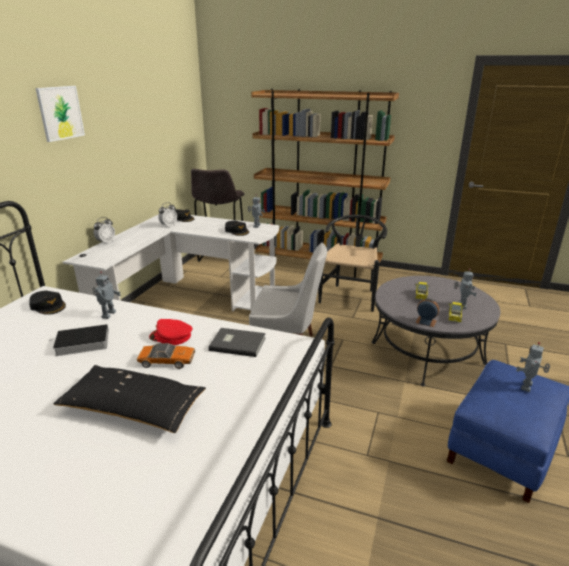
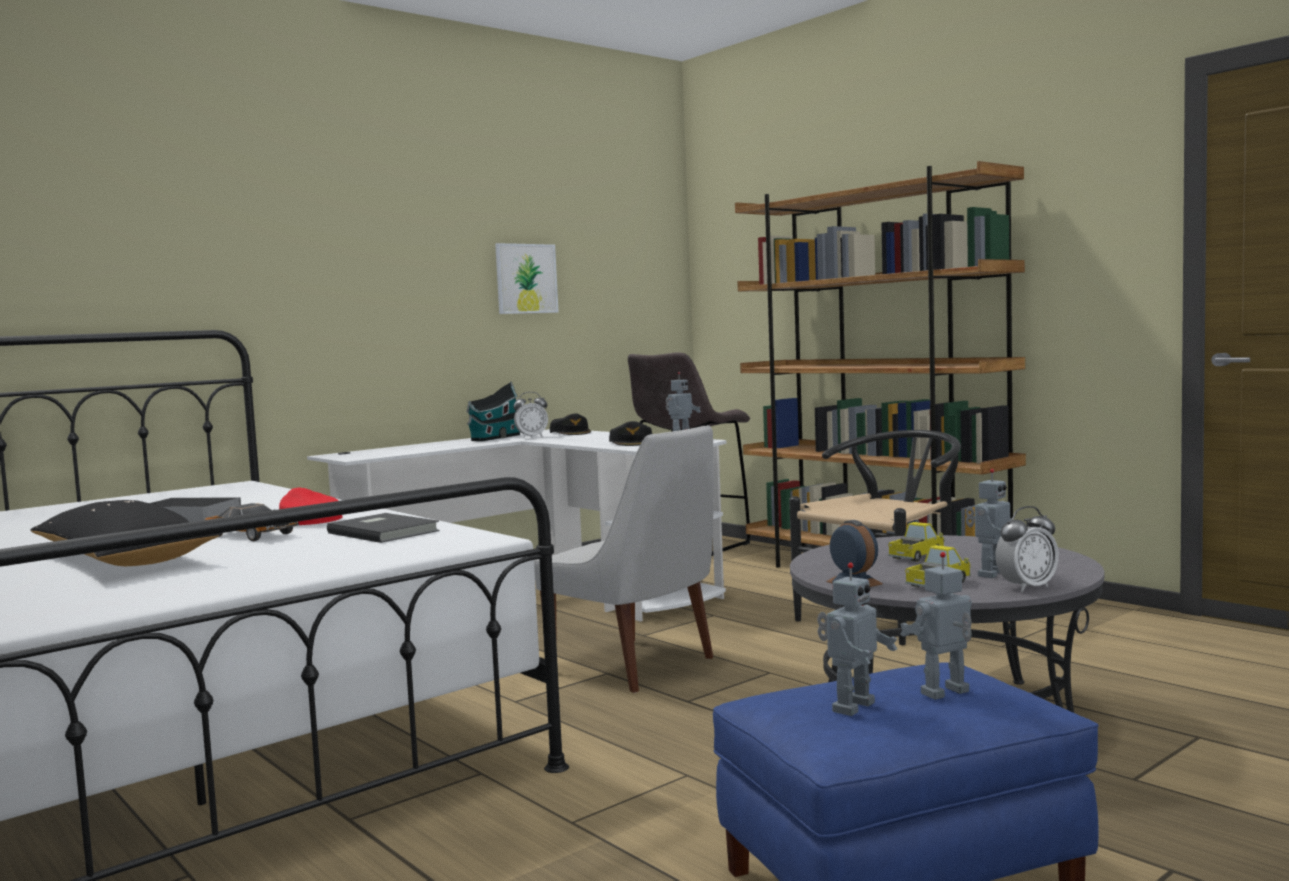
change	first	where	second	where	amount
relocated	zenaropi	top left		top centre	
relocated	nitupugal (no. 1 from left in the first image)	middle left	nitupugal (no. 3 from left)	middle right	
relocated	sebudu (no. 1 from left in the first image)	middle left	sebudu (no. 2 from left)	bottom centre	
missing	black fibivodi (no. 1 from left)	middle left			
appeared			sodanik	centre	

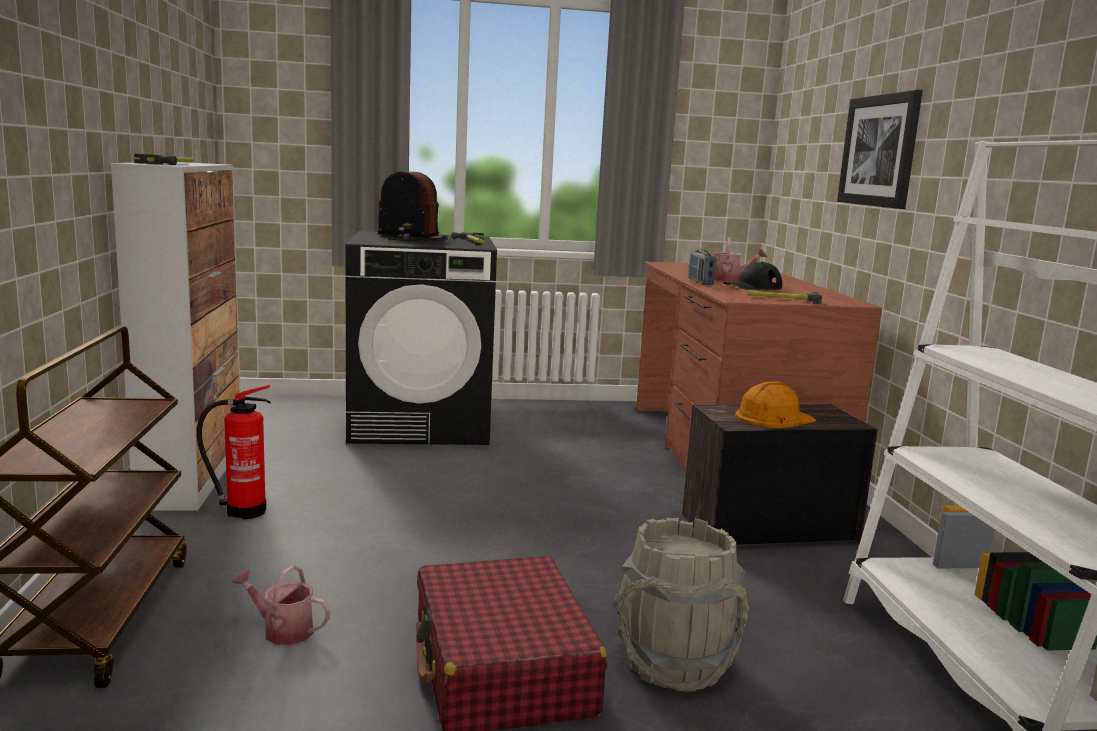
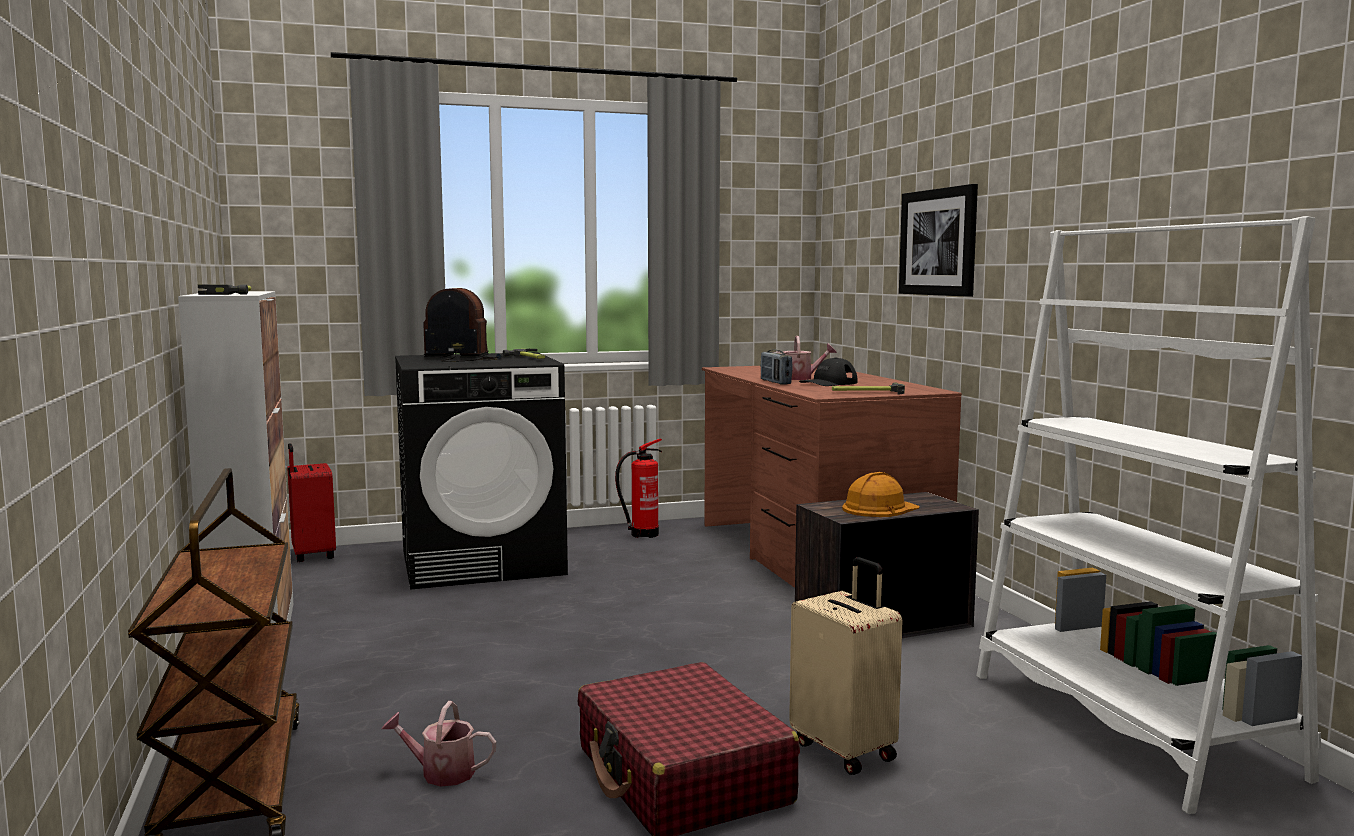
change	first	where	second	where	amount
relocated	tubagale	middle left		centre	
exchanged	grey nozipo	bottom centre	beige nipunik	bottom centre	
appeared			red nipunik (no. 1 from left)	middle left	

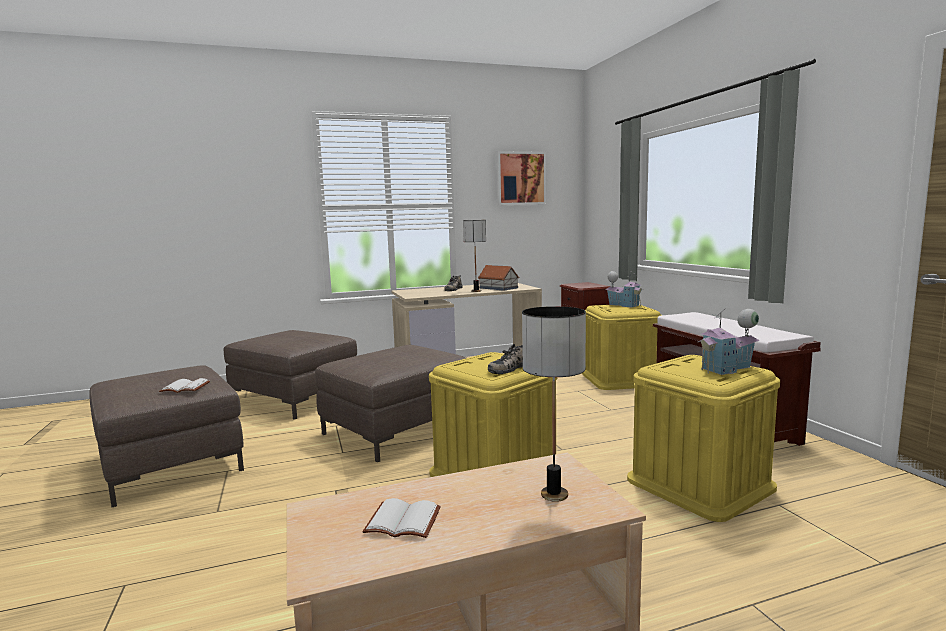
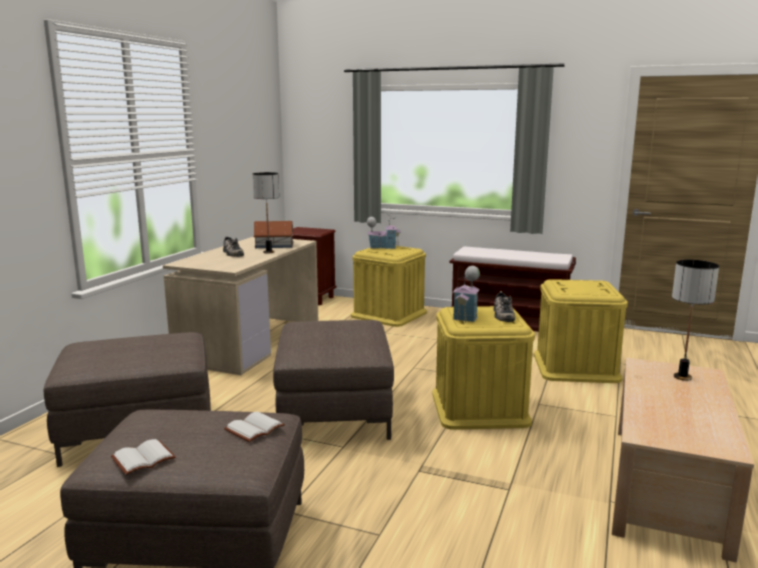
change	first	where	second	where	amount
missing	zenaropi	top centre			
relocated	sodanik (no. 3 from left)	middle right		centre	
relocated	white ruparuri (no. 2 from left in the first image)	bottom centre	white ruparuri (no. 1 from left)	bottom left	

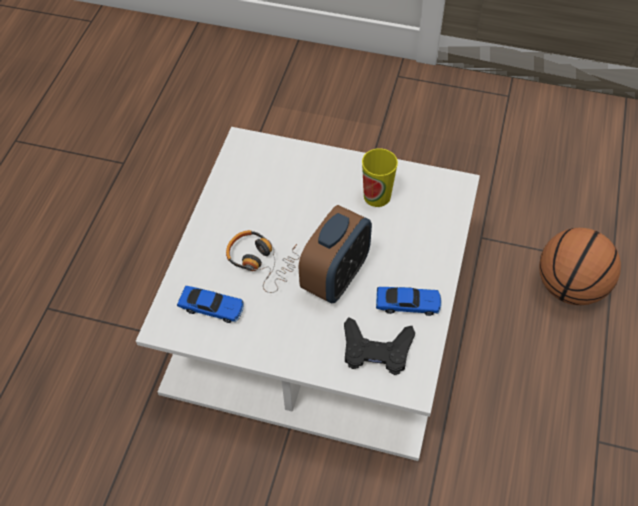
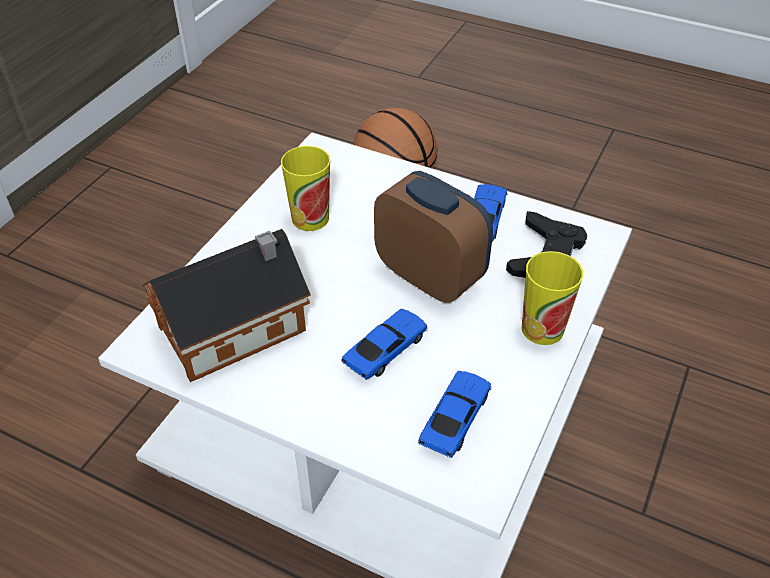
change	first	where	second	where	amount
exchanged	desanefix	centre	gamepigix (no. 1 from left)	centre	
appeared			sodanik	middle left	
appeared			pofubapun (no. 2 from left)	middle right	

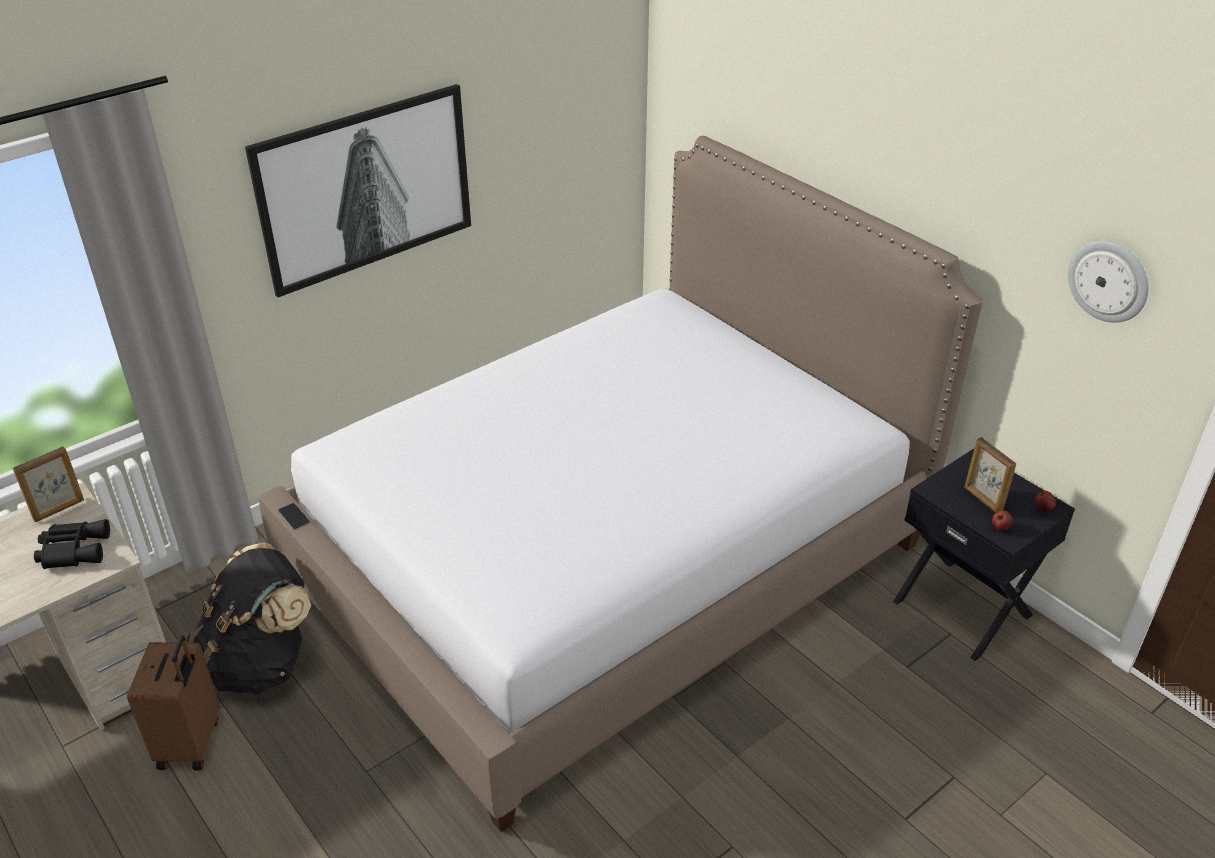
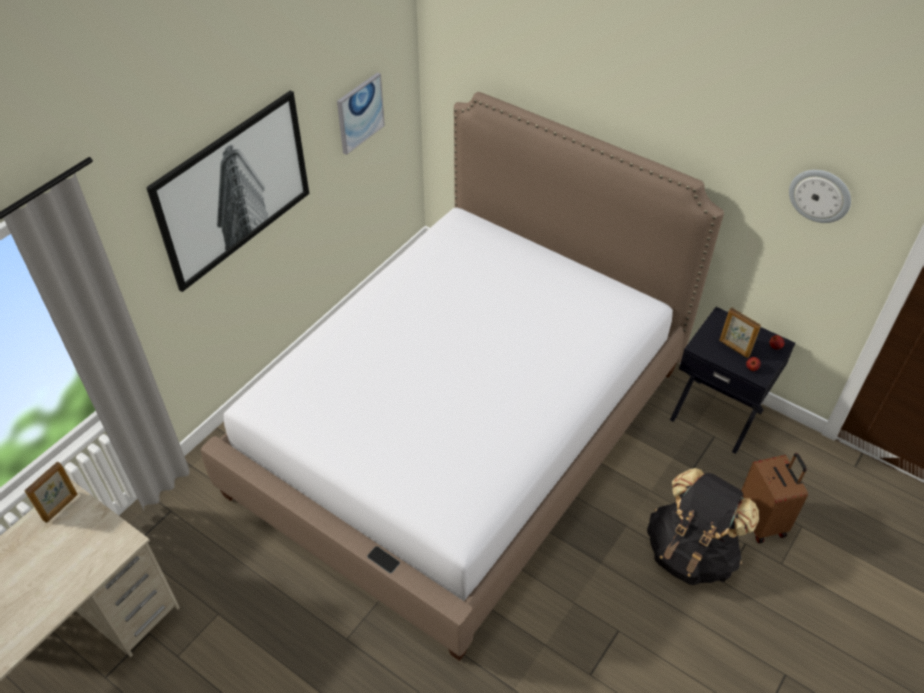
change	first	where	second	where	amount
relocated	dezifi	middle left		bottom centre	
missing	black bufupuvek	middle left			
relocated	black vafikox	bottom left		bottom right	
relocated	brown nipunik	bottom left		bottom right	
appeared			zenaropi (no. 2 from left)	top centre	

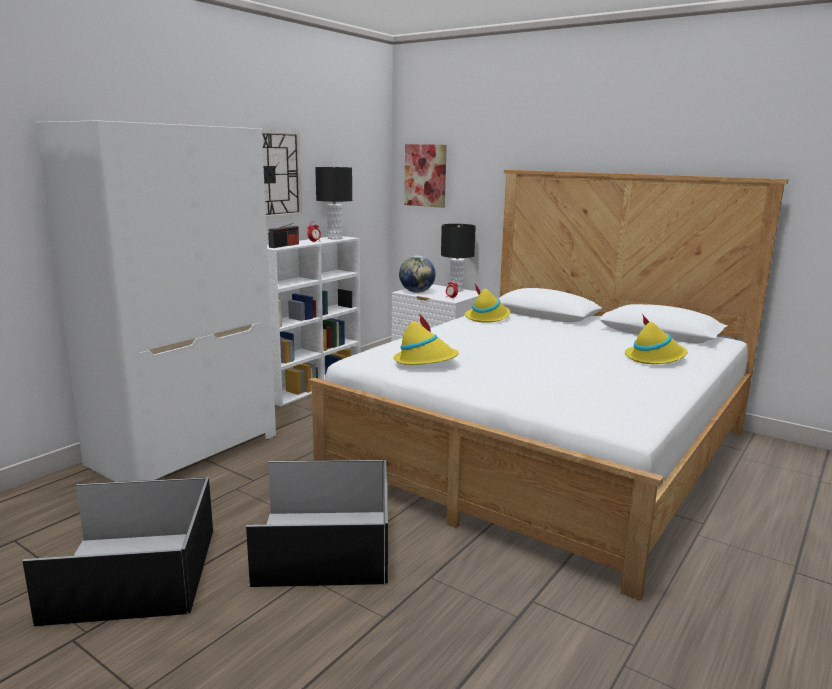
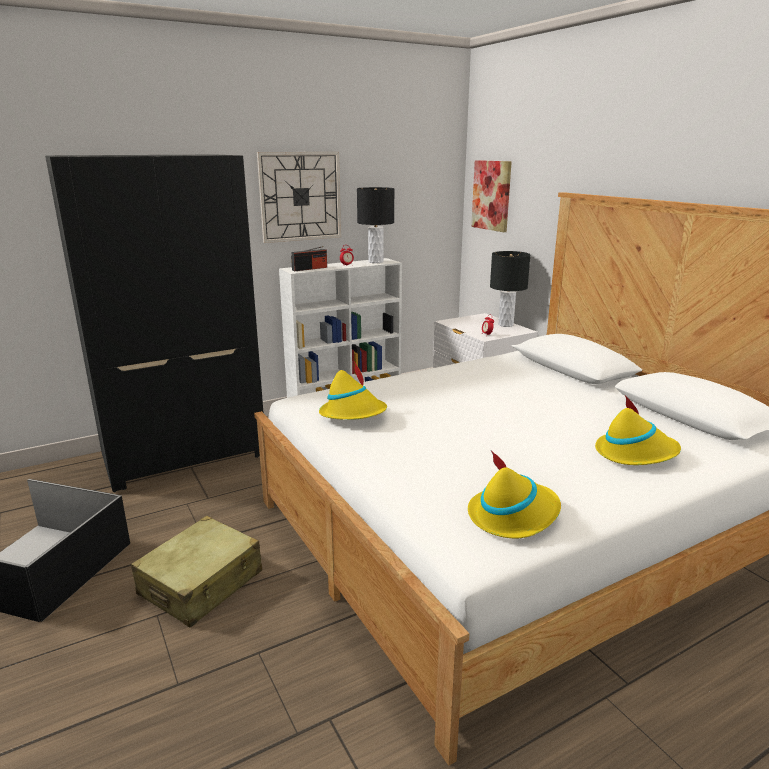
change	first	where	second	where	amount
colour	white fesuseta	middle left	black fesuseta	middle left	
missing	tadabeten	centre			
relocated	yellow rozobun (no. 2 from left)	centre		middle right	
exchanged	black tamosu (no. 2 from left)	bottom centre	beige nipunik	bottom left	

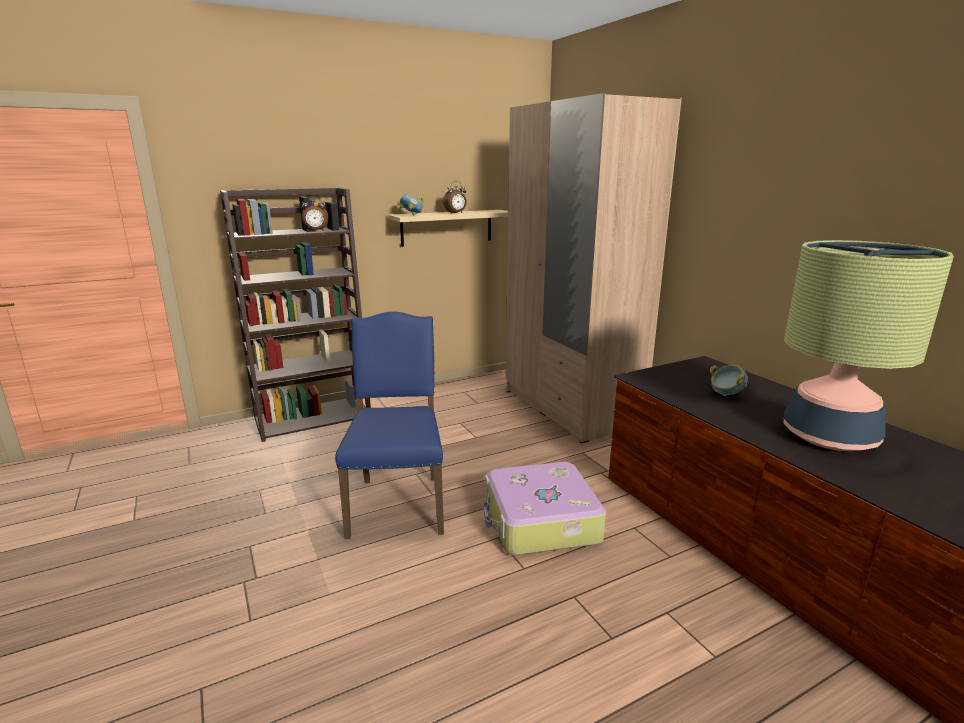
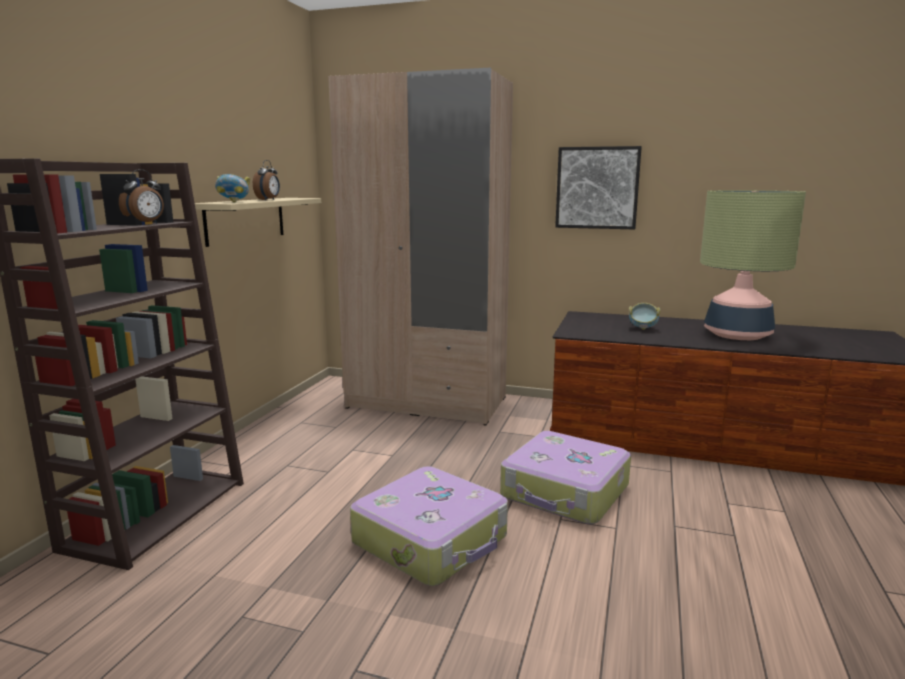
change	first	where	second	where	amount
exchanged	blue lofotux	centre	nipunik (no. 1 from left)	bottom centre	
appeared			zenaropi	top centre	

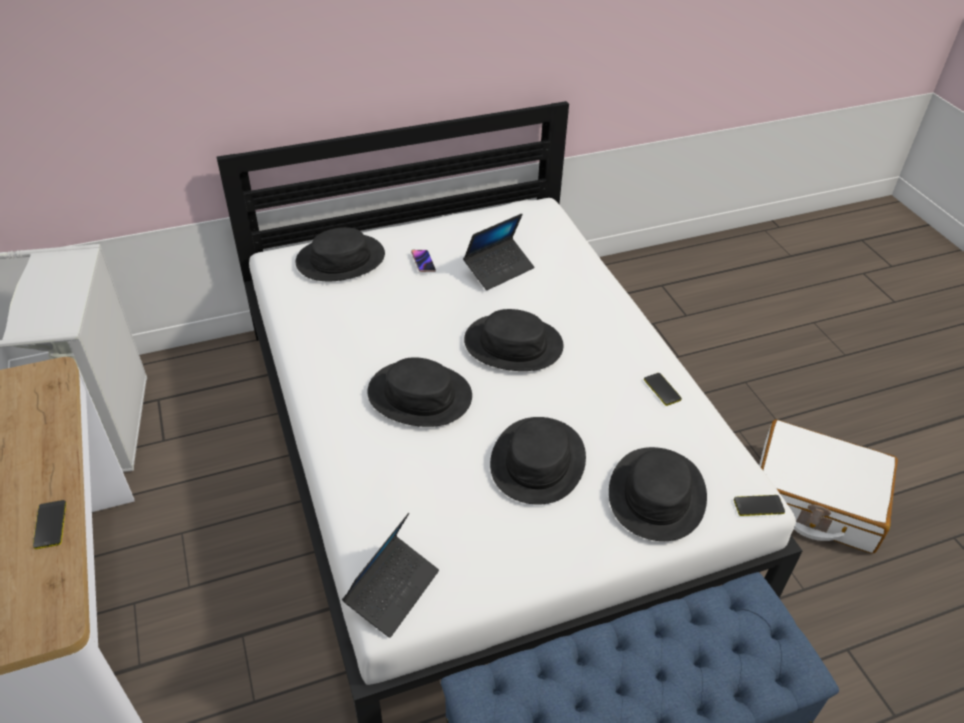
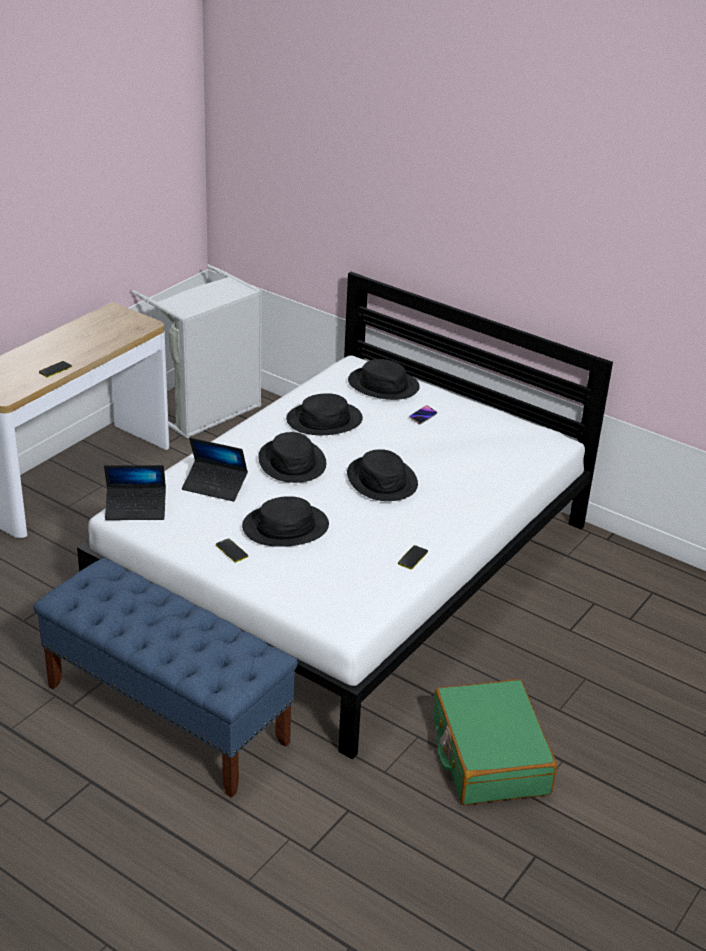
change	first	where	second	where	amount
relocated	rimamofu (no. 2 from left)	centre		middle left	
colour	white nipunik	bottom right	green nipunik	bottom right	
relocated	black rozobun (no. 5 from left in the first image)	bottom right	black rozobun (no. 3 from left)	centre	
relocated	dezifi (no. 4 from left in the first image)	bottom right	dezifi (no. 2 from left)	middle left	

